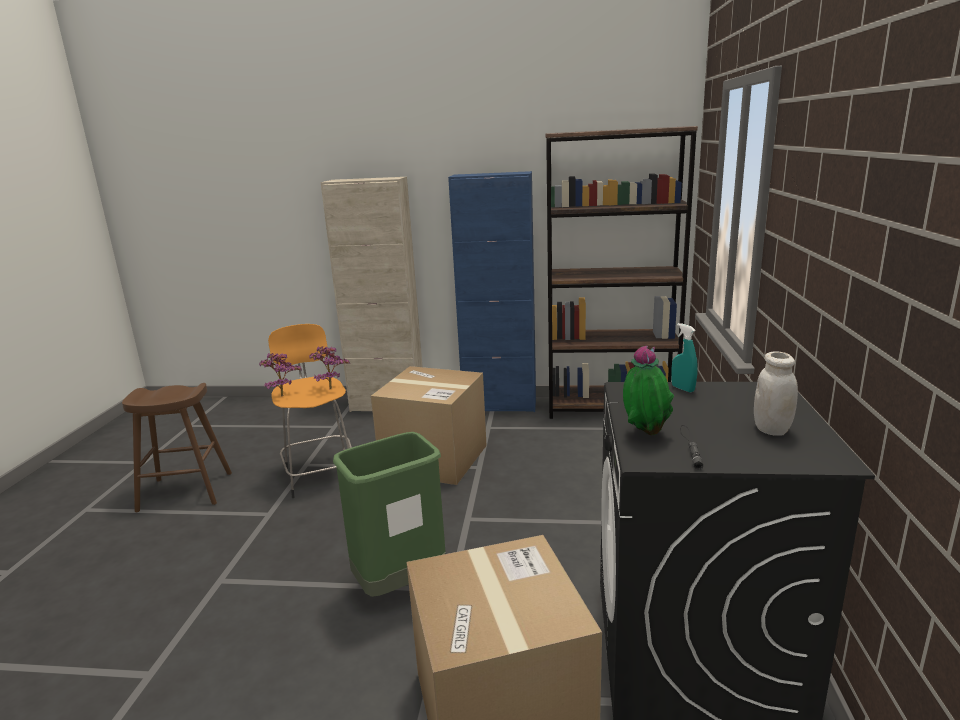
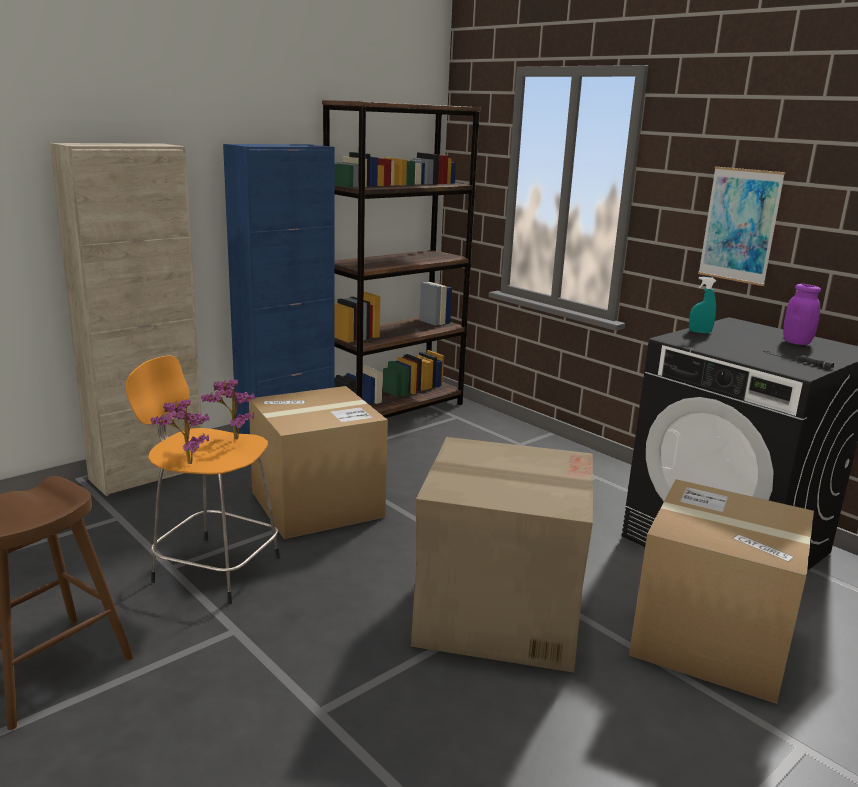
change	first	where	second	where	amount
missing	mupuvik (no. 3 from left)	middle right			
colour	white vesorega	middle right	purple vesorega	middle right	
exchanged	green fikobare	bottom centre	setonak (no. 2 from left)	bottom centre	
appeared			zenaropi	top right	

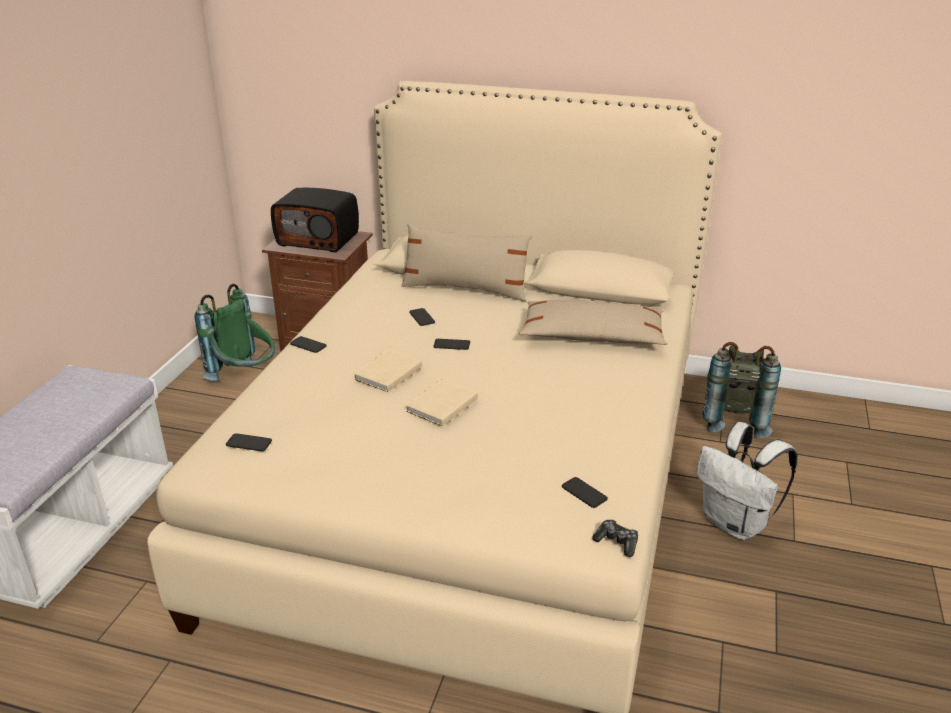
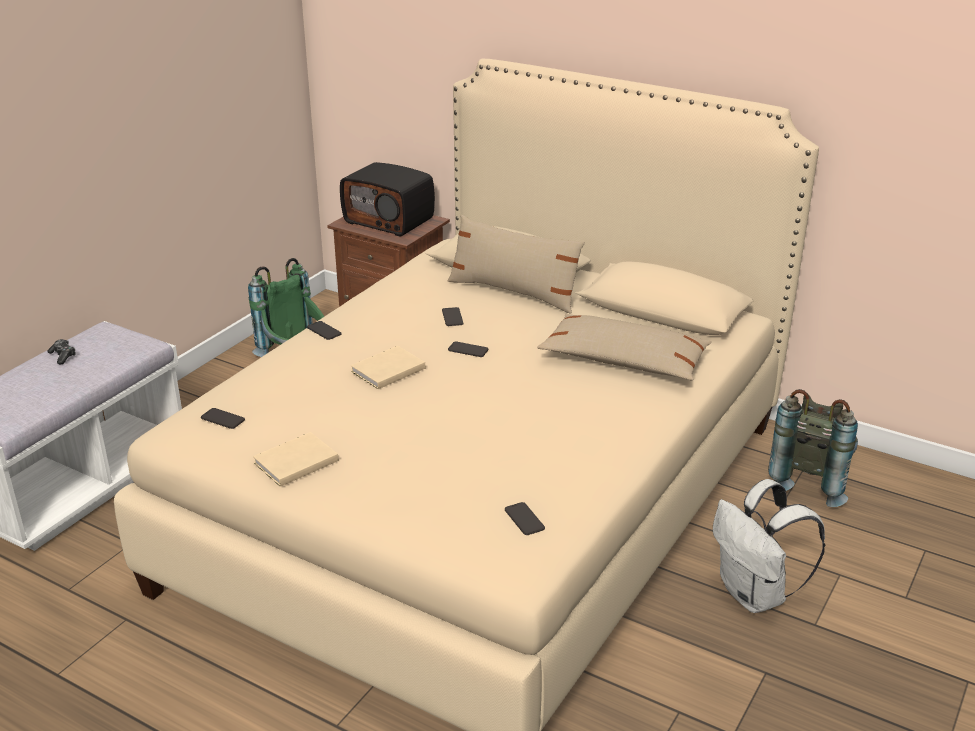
change	first	where	second	where	amount
relocated	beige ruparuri (no. 2 from left in the first image)	centre	beige ruparuri (no. 1 from left)	middle left	
relocated	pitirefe	bottom centre		middle left	

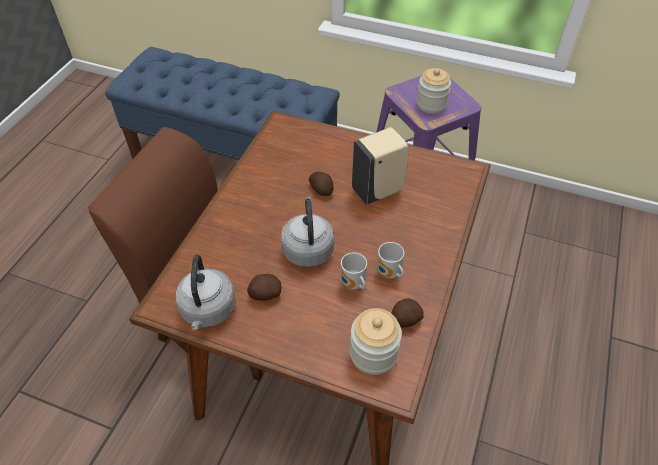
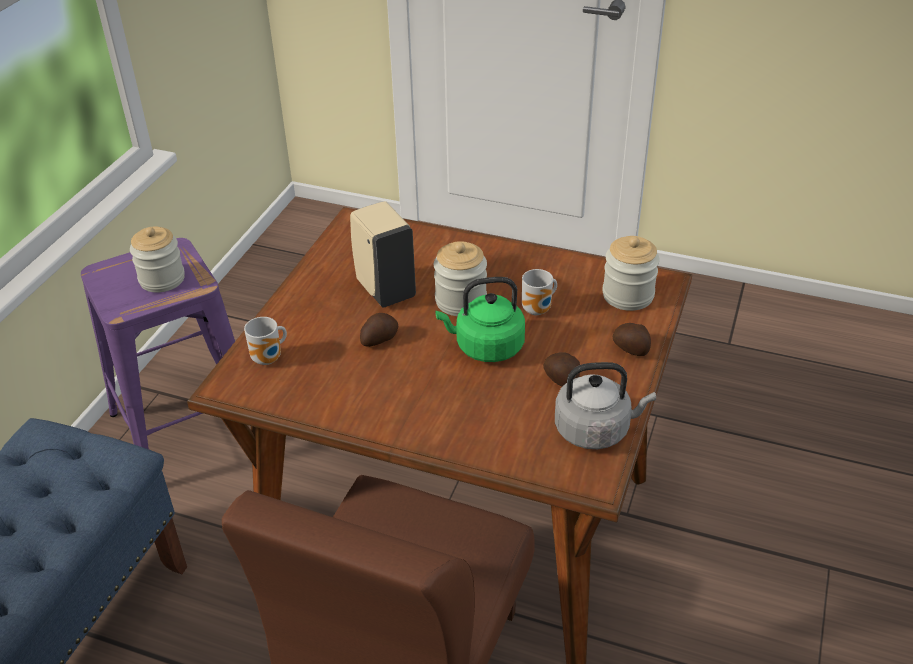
change	first	where	second	where	amount
colour	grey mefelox (no. 2 from left)	centre	green mefelox	centre	
relocated	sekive (no. 2 from left in the first image)	centre	sekive (no. 1 from left)	middle left	
relocated	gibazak (no. 3 from left)	bottom centre		middle right	
appeared			vesorega (no. 2 from left)	centre	

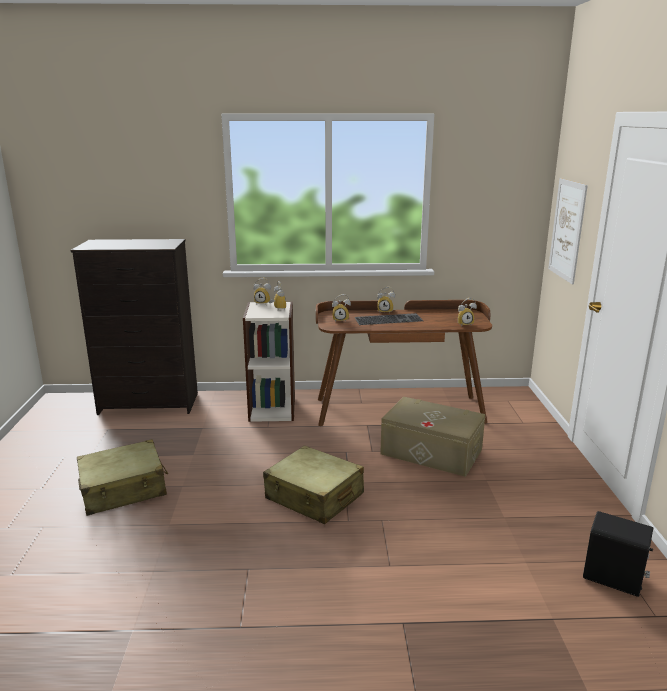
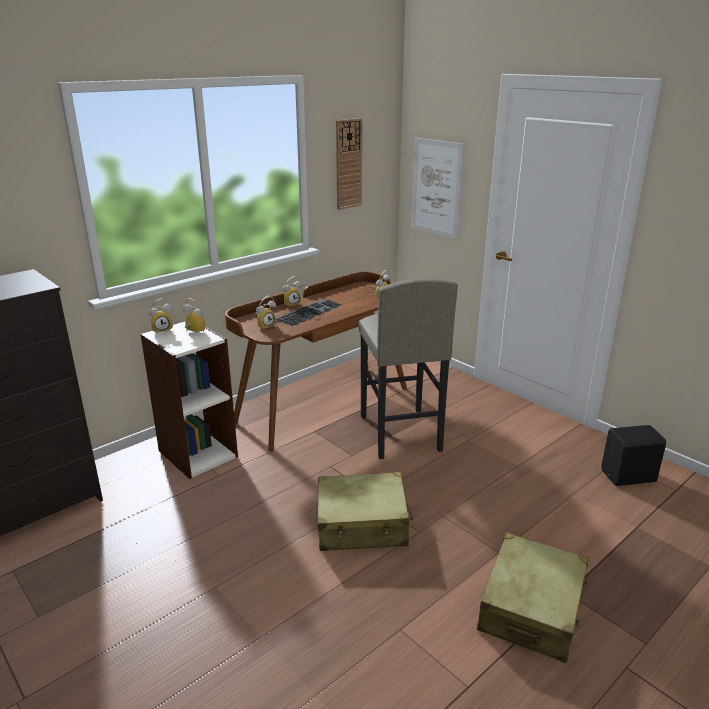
change	first	where	second	where	amount
exchanged	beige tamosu	centre	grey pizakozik	centre	
relocated	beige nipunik (no. 1 from left in the first image)	bottom left	beige nipunik (no. 2 from left)	bottom right	
appeared			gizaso	top centre	

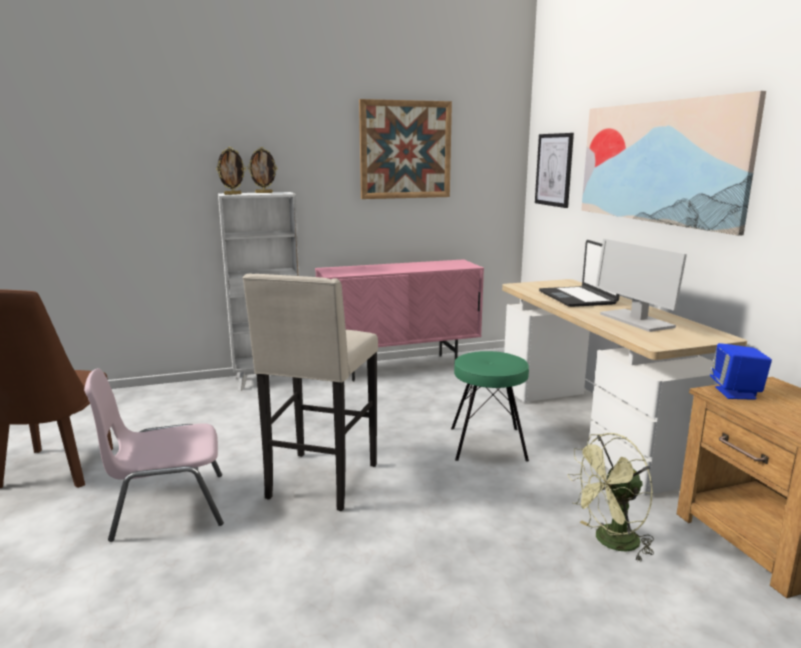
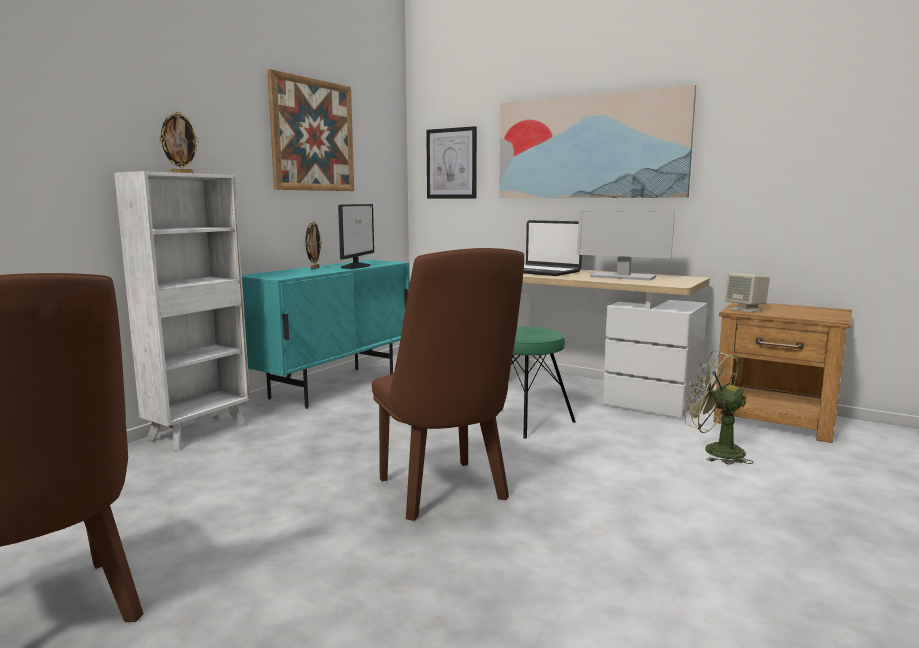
change	first	where	second	where	amount
relocated	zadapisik (no. 1 from left in the first image)	top left	zadapisik (no. 2 from left)	centre	
colour	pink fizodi	centre	turquoise fizodi	centre	
exchanged	beige pizakozik	centre	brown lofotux (no. 2 from left)	centre	
colour	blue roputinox	middle right	beige roputinox	middle right	
missing	pink lofotux	bottom left			
spun	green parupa	bottom right		middle right	105 degrees clockwise
appeared			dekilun (no. 1 from left)	centre	

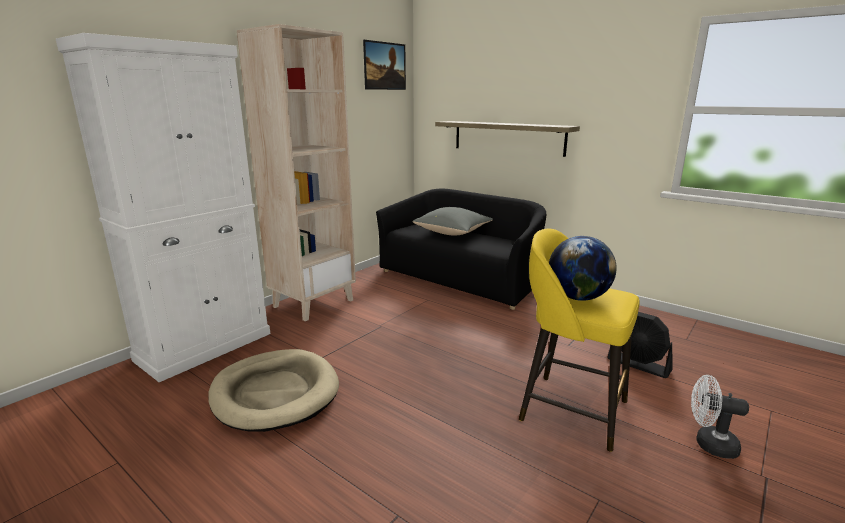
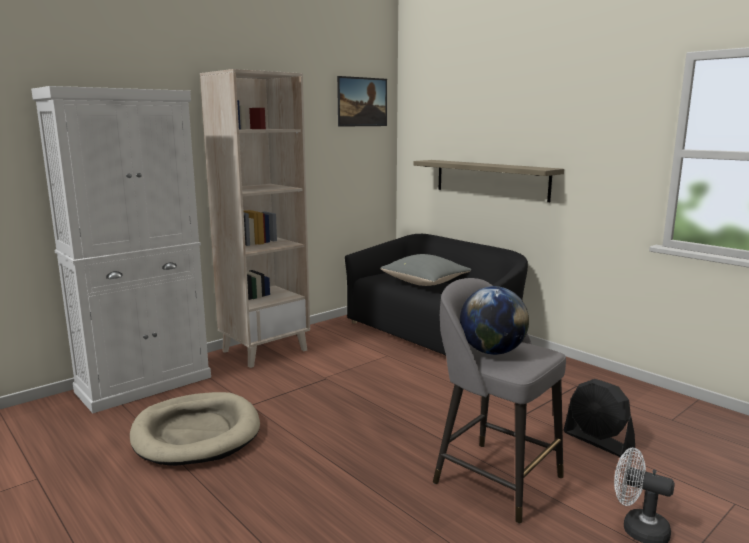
change	first	where	second	where	amount
colour	yellow pizakozik	middle right	grey pizakozik	bottom centre	

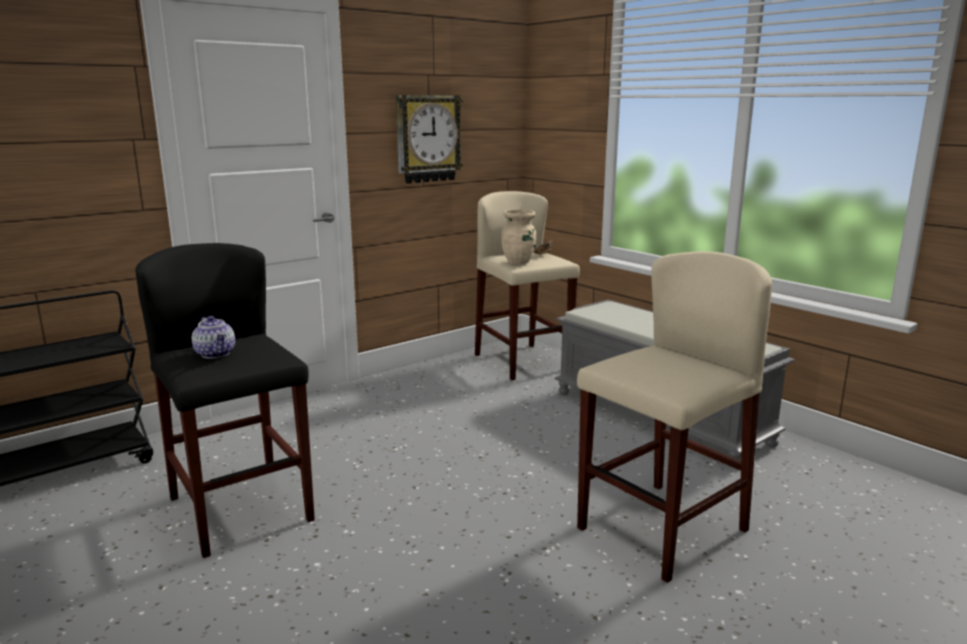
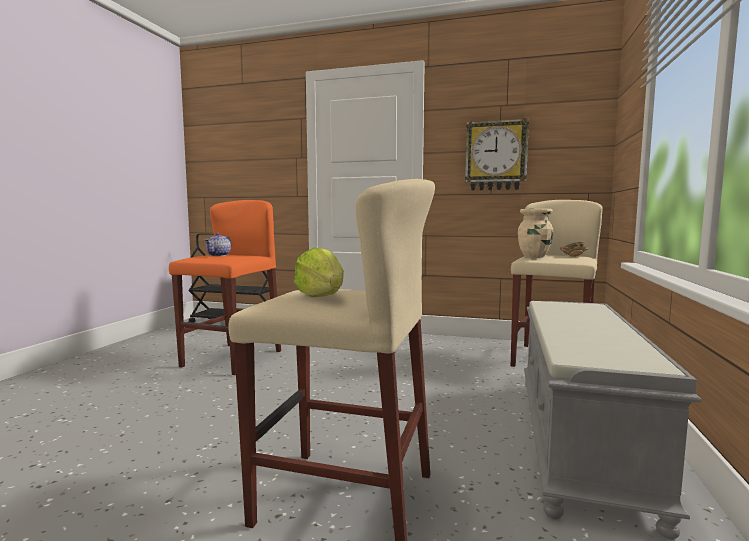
change	first	where	second	where	amount
colour	black pizakozik	middle left	orange pizakozik	middle left	
appeared			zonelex	centre	

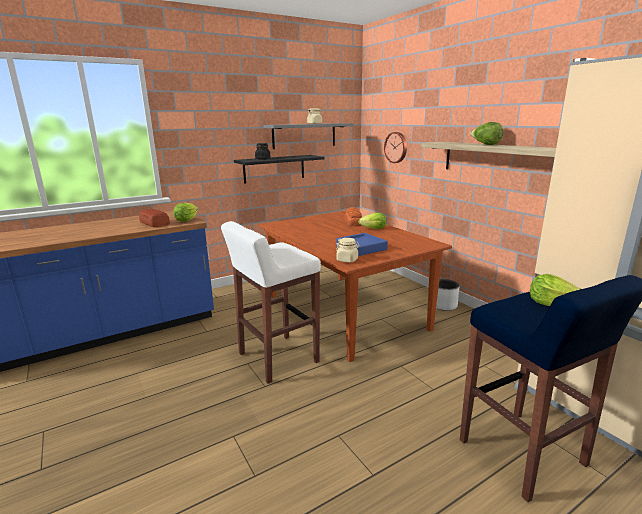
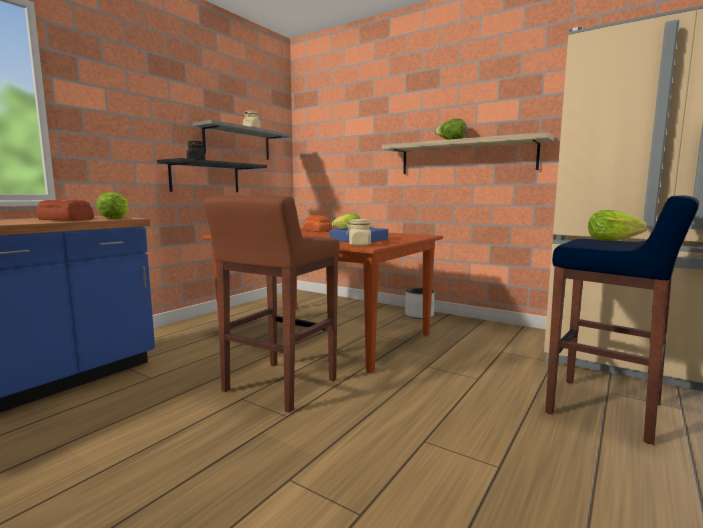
change	first	where	second	where	amount
missing	gizaso	top centre			
colour	white pizakozik	centre	brown pizakozik	centre	

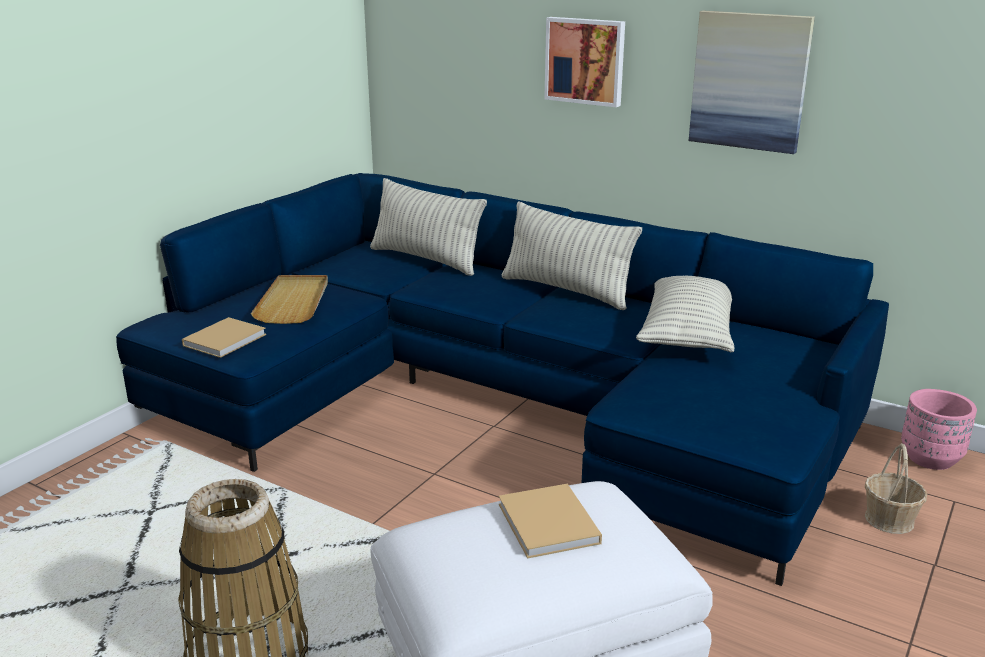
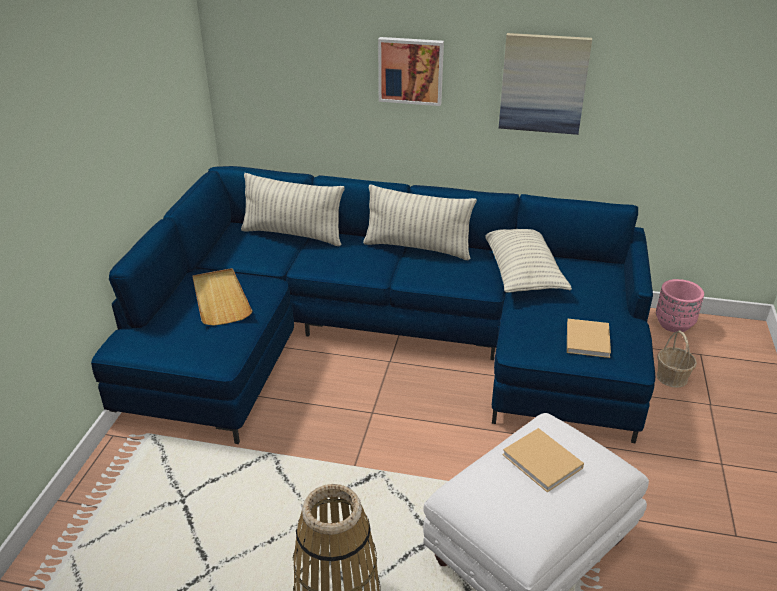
change	first	where	second	where	amount
relocated	beige ruparuri (no. 1 from left in the first image)	middle left	beige ruparuri (no. 2 from left)	middle right	

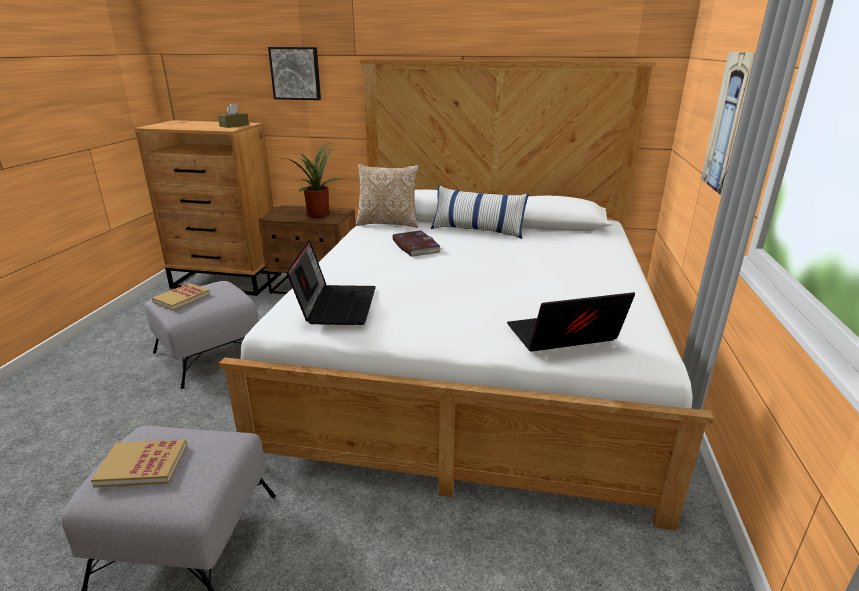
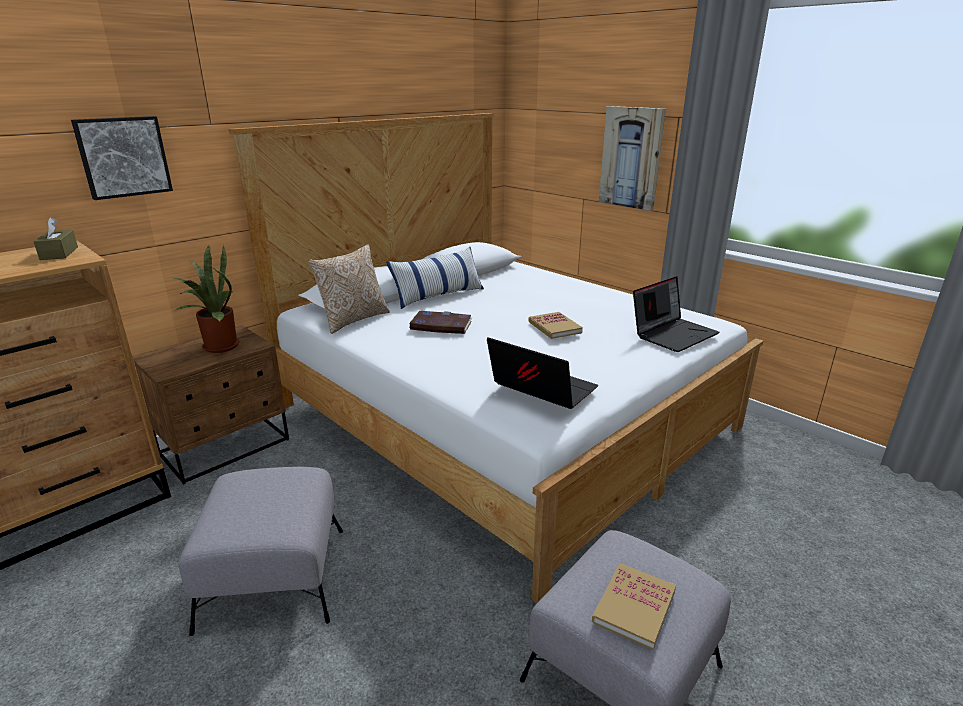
change	first	where	second	where	amount
relocated	ruparuri (no. 2 from left)	middle left		centre	
spun	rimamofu (no. 2 from left)	centre		middle right	150 degrees counterclockwise

